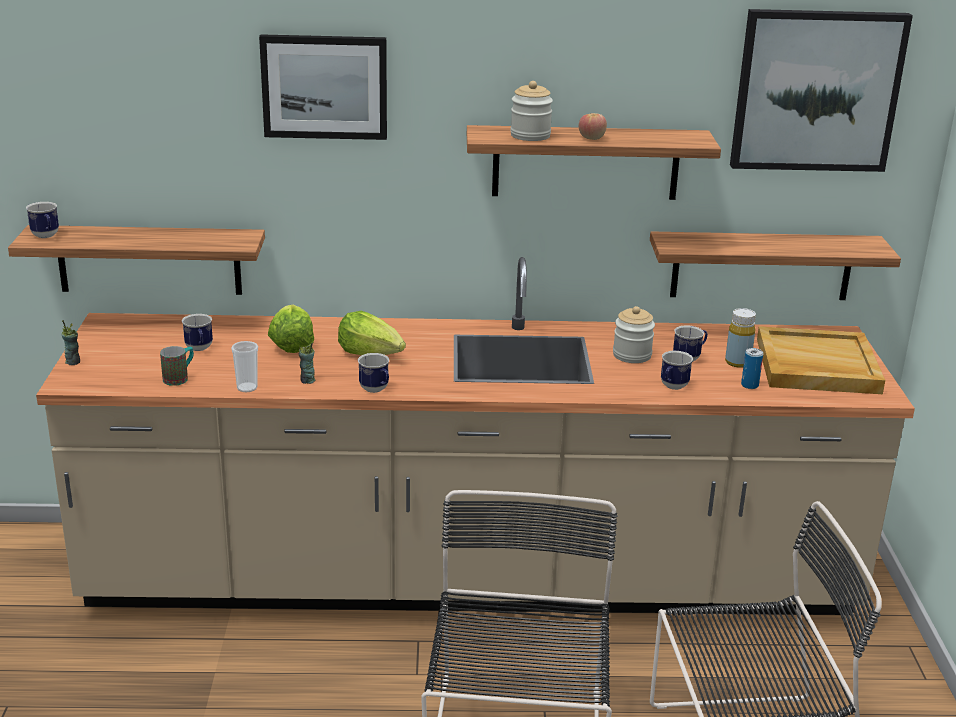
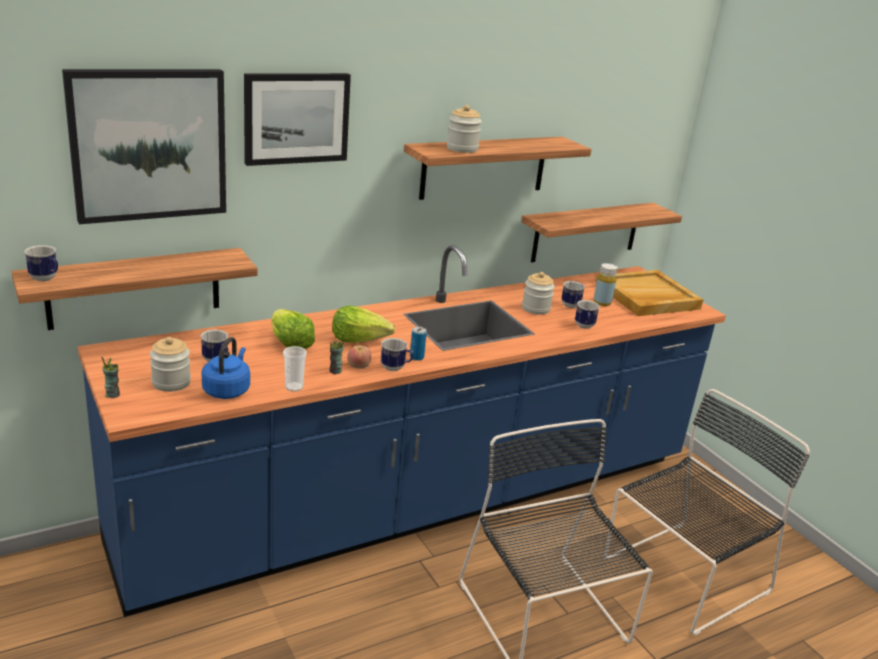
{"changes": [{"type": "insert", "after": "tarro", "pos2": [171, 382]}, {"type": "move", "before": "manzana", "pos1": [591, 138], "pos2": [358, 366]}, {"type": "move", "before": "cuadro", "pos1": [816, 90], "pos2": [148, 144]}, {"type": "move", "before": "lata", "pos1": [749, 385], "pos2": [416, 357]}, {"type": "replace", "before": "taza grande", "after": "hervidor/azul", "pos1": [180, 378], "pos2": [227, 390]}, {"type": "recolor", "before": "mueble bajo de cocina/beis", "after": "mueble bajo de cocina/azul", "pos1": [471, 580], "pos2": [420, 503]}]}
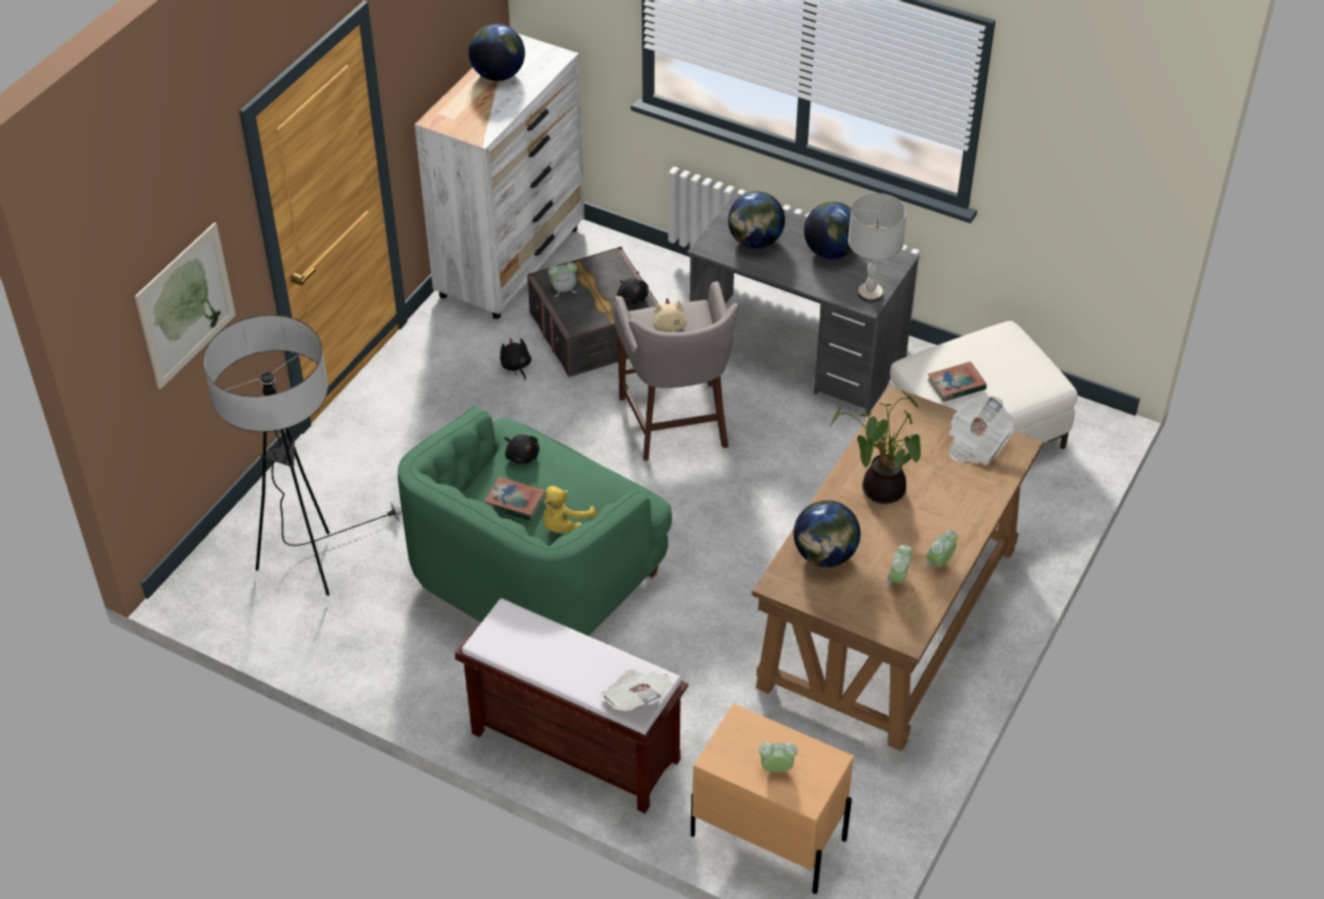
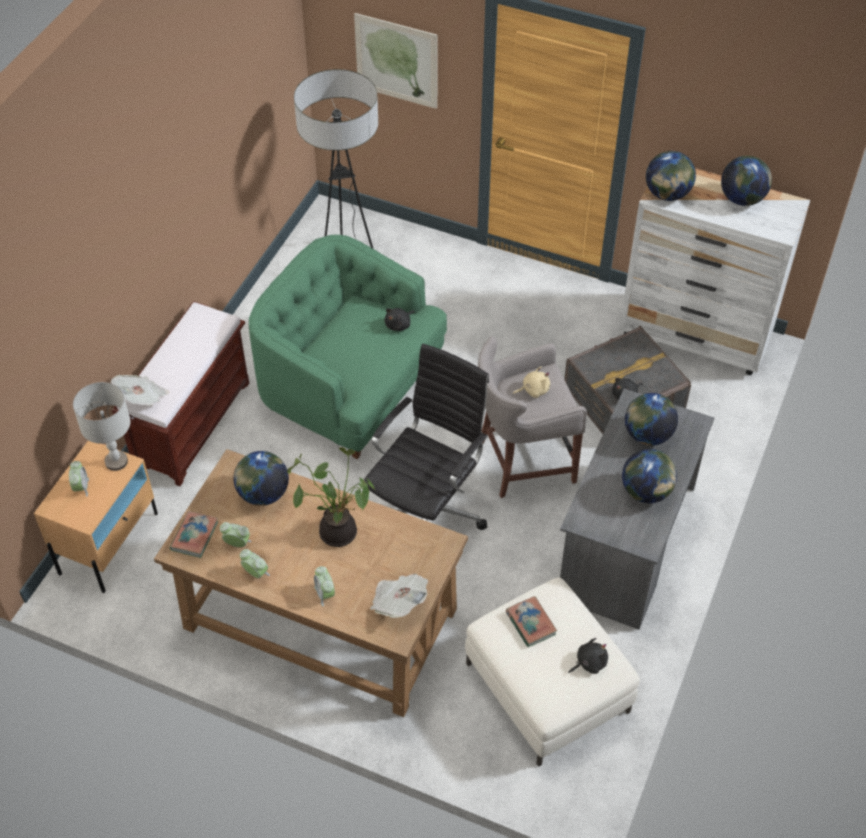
{"changes": [{"type": "delete", "before": "peluche/amarillo", "pos1": [564, 525]}, {"type": "insert", "after": "silla de oficina/negro", "pos2": [427, 512]}, {"type": "insert", "after": "globo terráqueo", "pos2": [667, 194]}, {"type": "move", "before": "libro", "pos1": [515, 502], "pos2": [194, 536]}, {"type": "move", "before": "peluche/negro", "pos1": [516, 366], "pos2": [589, 663]}, {"type": "move", "before": "despertador", "pos1": [563, 290], "pos2": [325, 594]}, {"type": "move", "before": "lámpara de mesa/gris", "pos1": [870, 294], "pos2": [116, 462]}]}
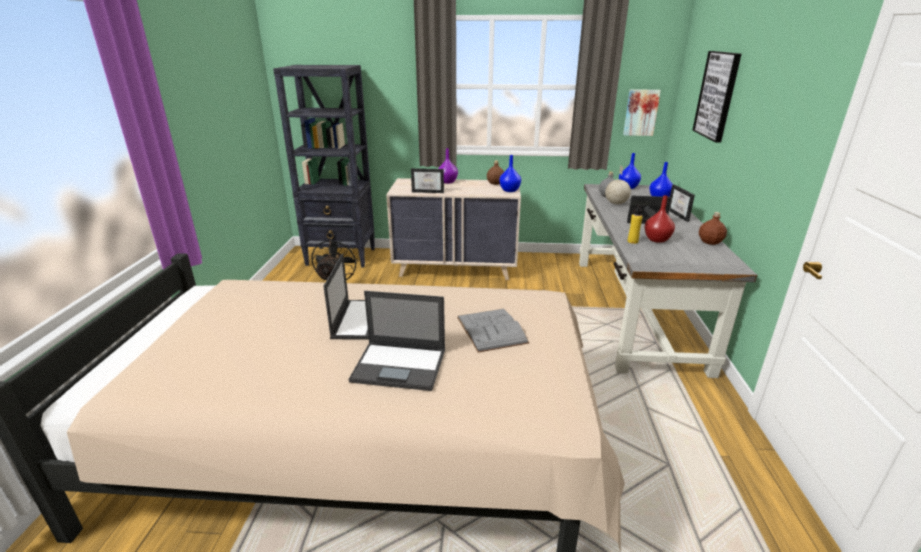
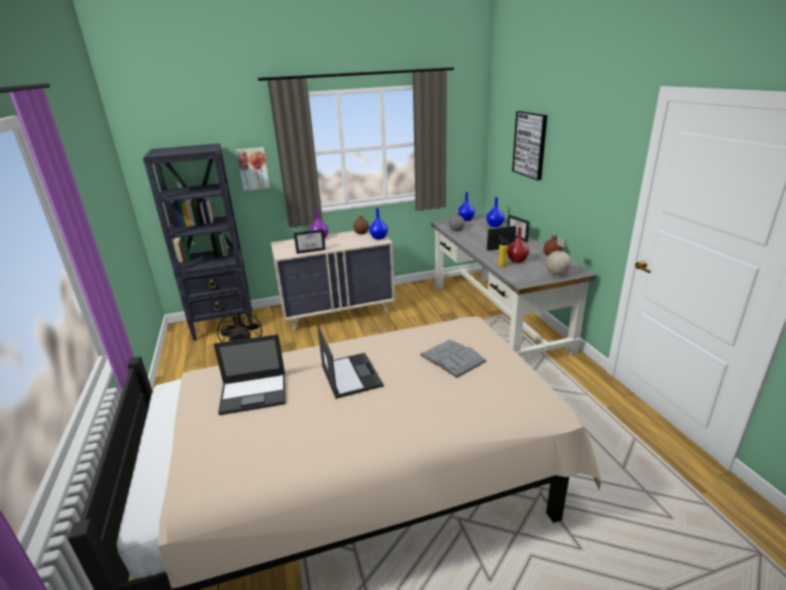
{"changes": [{"type": "move", "before": "portátil", "pos1": [400, 366], "pos2": [255, 393]}, {"type": "move", "before": "globo terráqueo", "pos1": [616, 203], "pos2": [557, 274]}, {"type": "move", "before": "cuadro", "pos1": [640, 112], "pos2": [253, 168]}]}
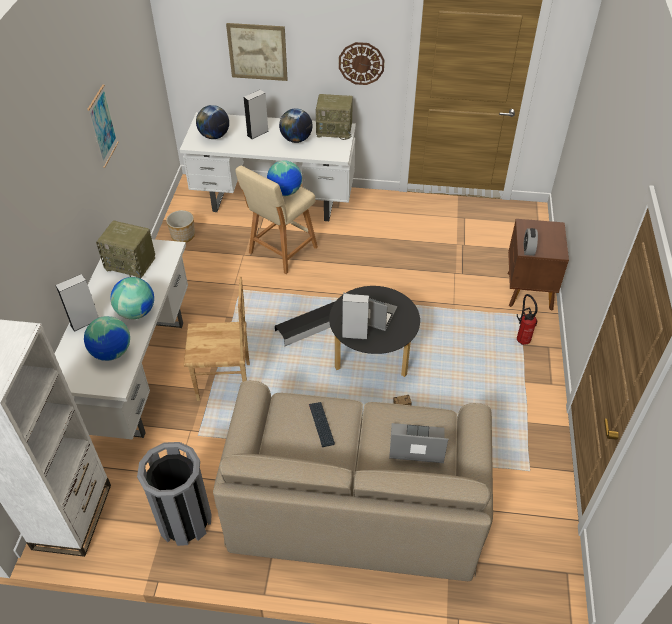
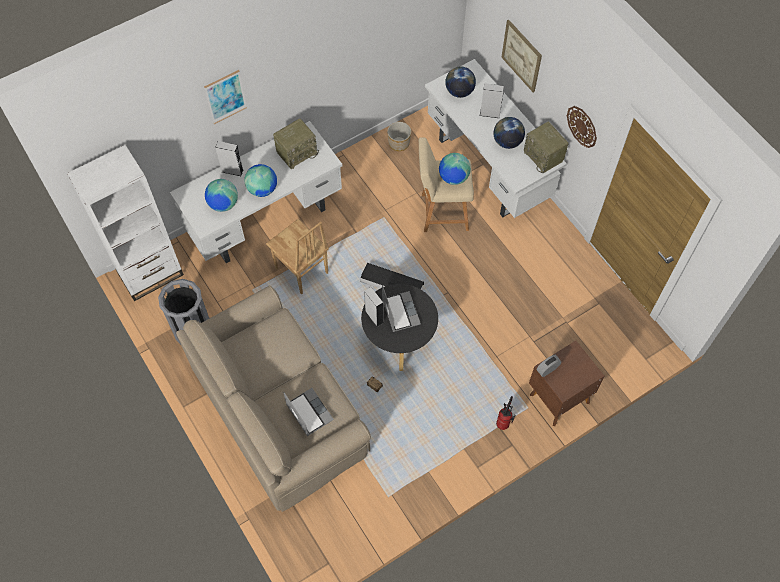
{"changes": [{"type": "delete", "before": "teclado", "pos1": [321, 424]}, {"type": "move", "before": "cuadro", "pos1": [102, 126], "pos2": [225, 97]}, {"type": "rotate", "before": "radio", "pos1": [131, 263], "pos2": [297, 152], "turn": -105}]}
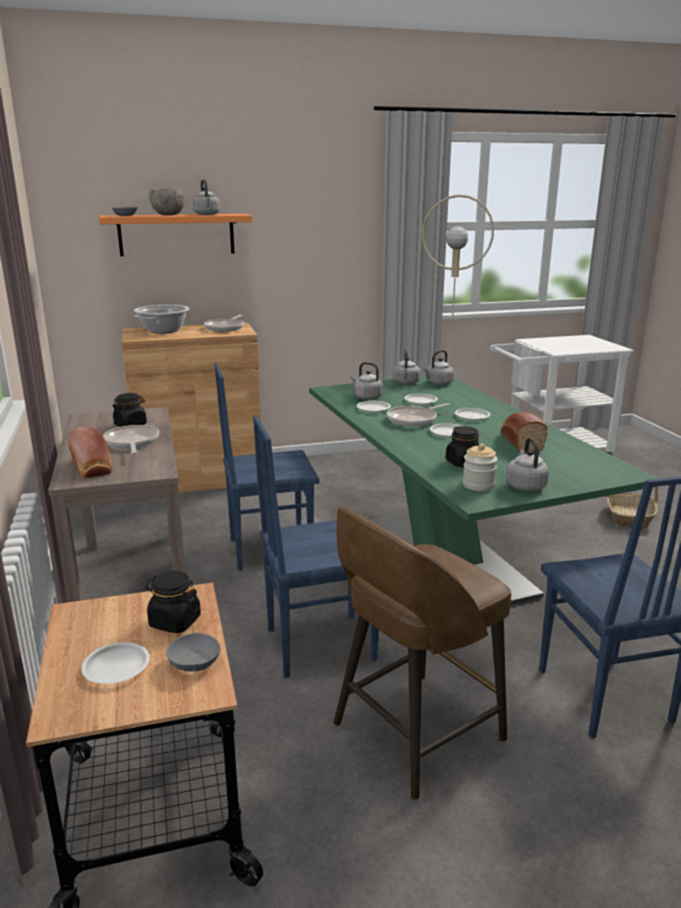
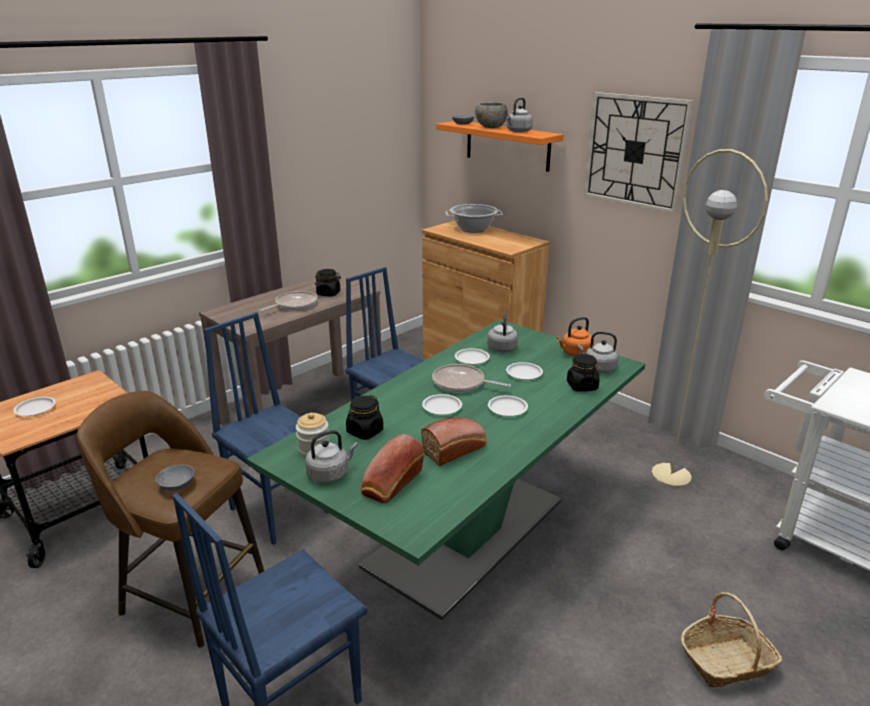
{"changes": [{"type": "delete", "before": "sartén", "pos1": [225, 328]}, {"type": "insert", "after": "reloj de pared", "pos2": [635, 151]}, {"type": "move", "before": "pan", "pos1": [92, 467], "pos2": [391, 483]}, {"type": "move", "before": "tarro/negro", "pos1": [174, 622], "pos2": [582, 386]}, {"type": "move", "before": "cuenco/gris", "pos1": [196, 662], "pos2": [177, 485]}, {"type": "recolor", "before": "hervidor/gris", "after": "hervidor/naranja", "pos1": [406, 383], "pos2": [575, 353]}]}
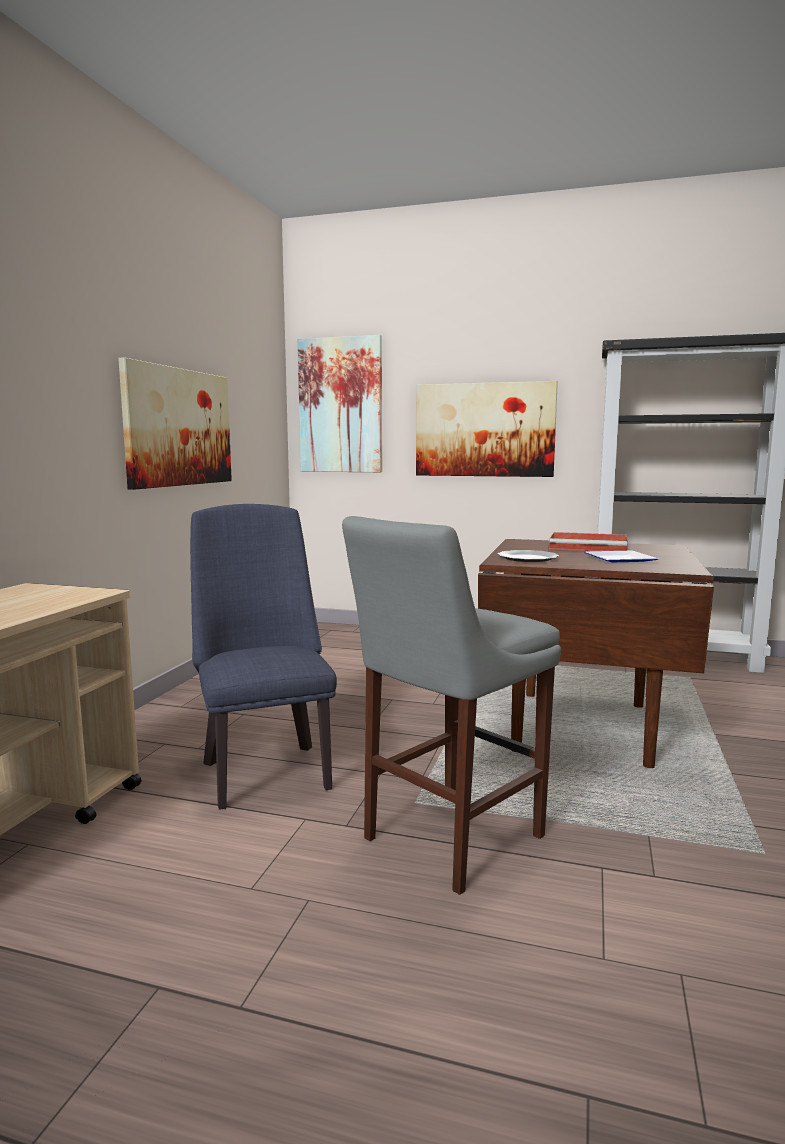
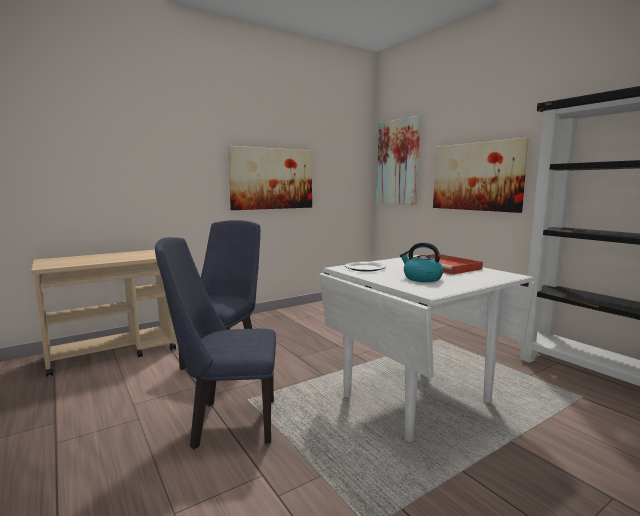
{"changes": [{"type": "replace", "before": "taburete/gris", "after": "silla/azul", "pos1": [447, 840], "pos2": [226, 422]}, {"type": "replace", "before": "plato", "after": "hervidor", "pos1": [622, 559], "pos2": [421, 278]}, {"type": "recolor", "before": "mesa de comedor/marrón", "after": "mesa de comedor/blanco", "pos1": [583, 727], "pos2": [417, 399]}]}
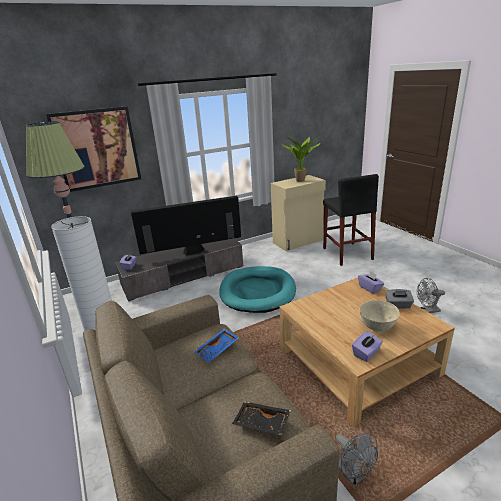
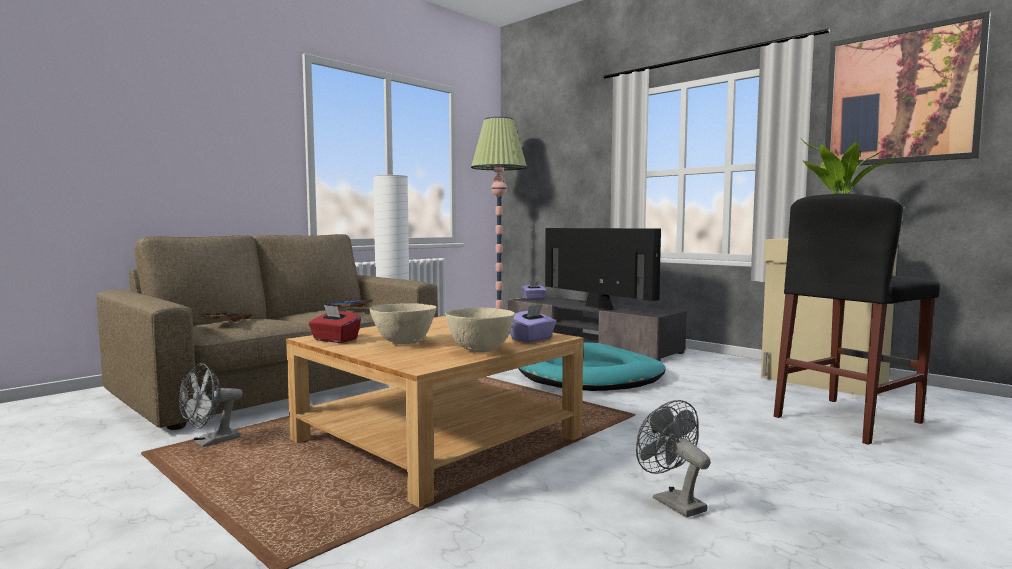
{"changes": [{"type": "move", "before": "cuadro", "pos1": [97, 149], "pos2": [900, 96]}, {"type": "replace", "before": "caja de pañuelos/gris", "after": "cuenco/beis", "pos1": [398, 305], "pos2": [480, 350]}, {"type": "recolor", "before": "caja de pañuelos/morado", "after": "caja de pañuelos/rojo", "pos1": [366, 353], "pos2": [335, 340]}]}
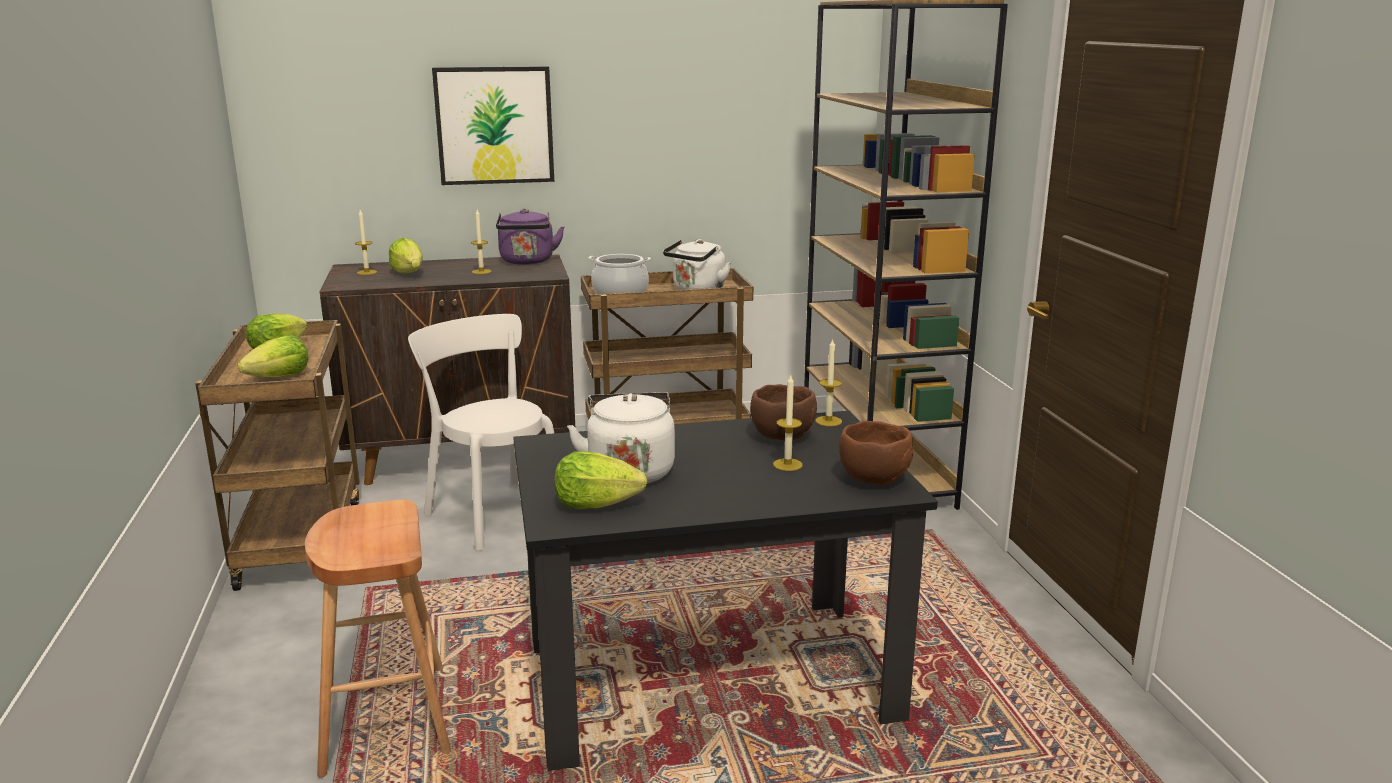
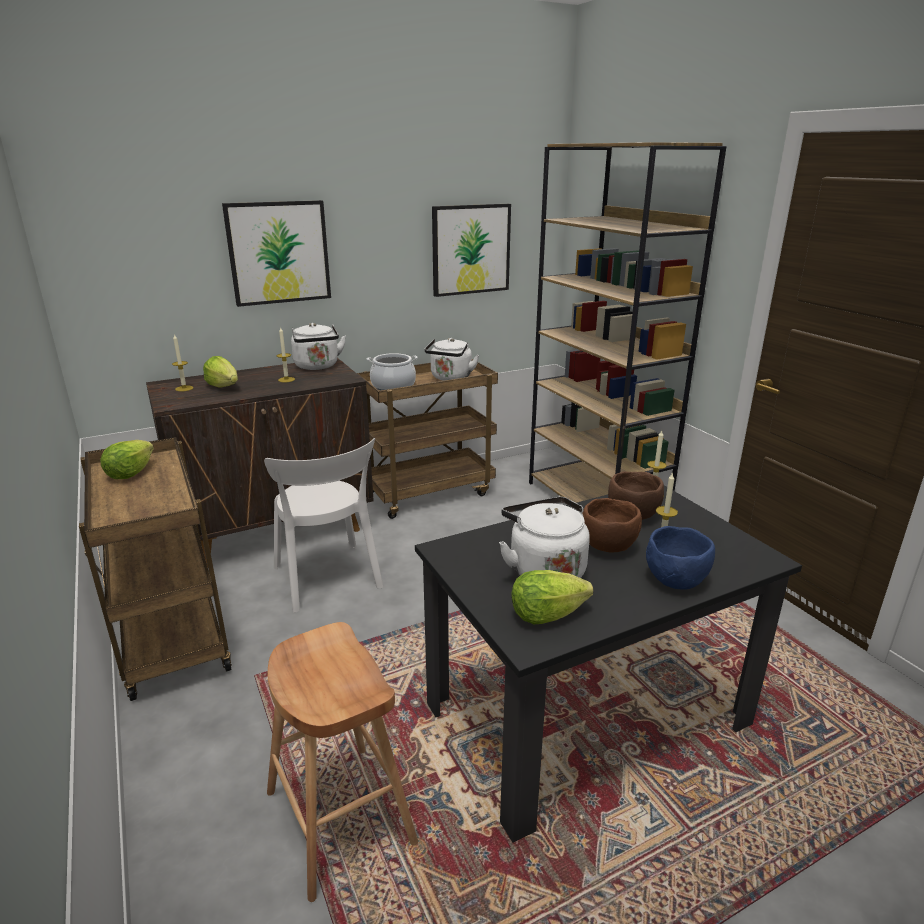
{"changes": [{"type": "delete", "before": "lechuga", "pos1": [280, 378]}, {"type": "insert", "after": "cuadro", "pos2": [470, 249]}, {"type": "insert", "after": "cuenco/azul", "pos2": [675, 579]}, {"type": "move", "before": "cuenco/marrón", "pos1": [874, 480], "pos2": [608, 547]}, {"type": "recolor", "before": "hervidor/morado", "after": "hervidor/blanco", "pos1": [527, 262], "pos2": [317, 366]}, {"type": "rotate", "before": "silla/blanco", "pos1": [494, 512], "pos2": [328, 580], "turn": -150}]}
